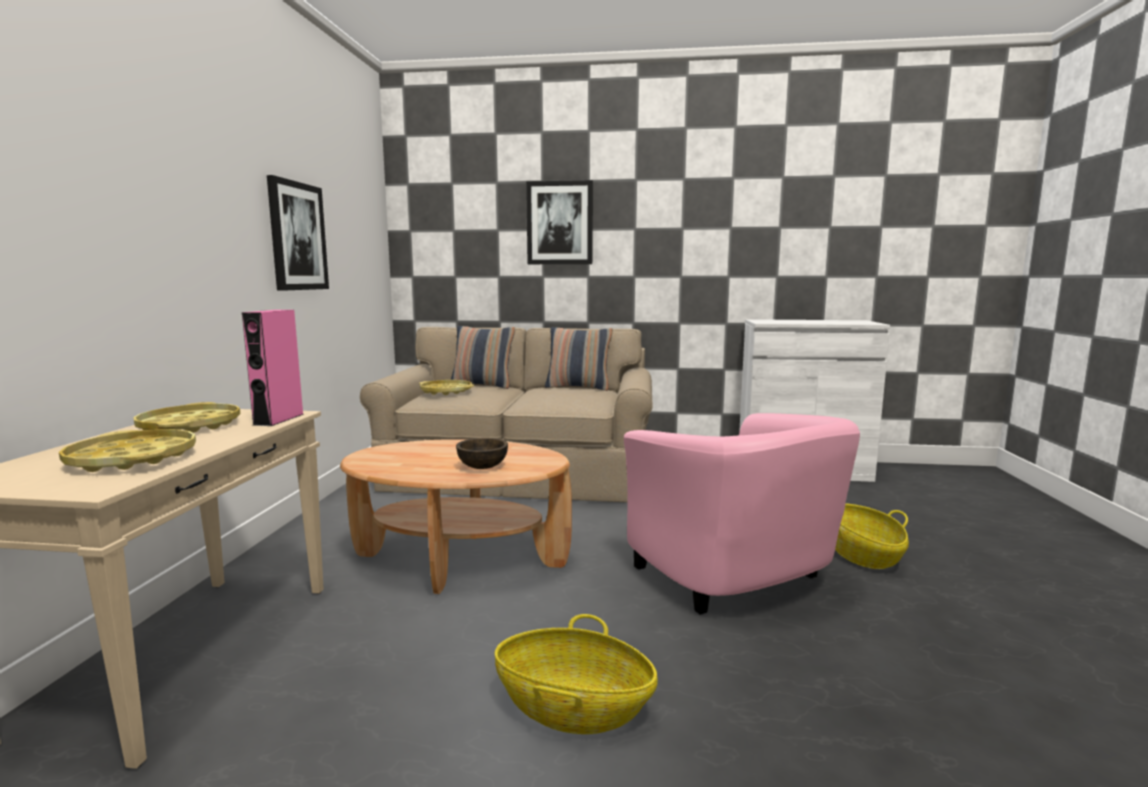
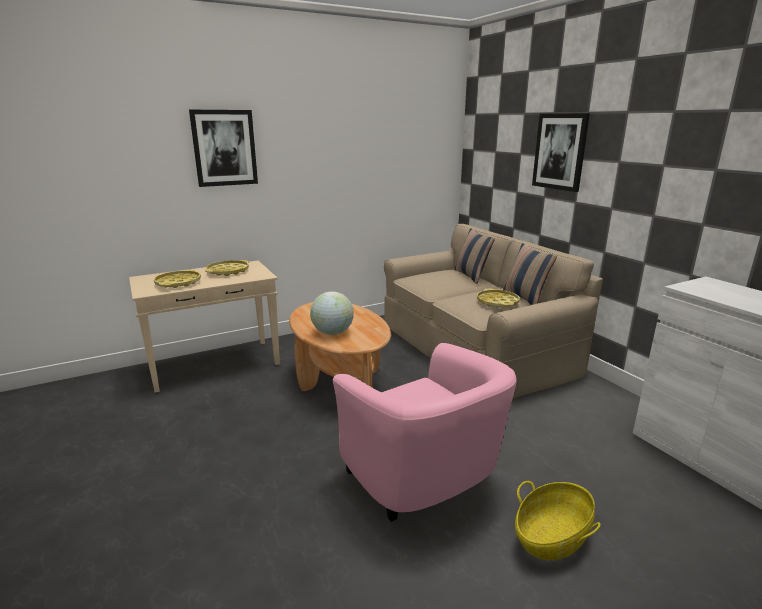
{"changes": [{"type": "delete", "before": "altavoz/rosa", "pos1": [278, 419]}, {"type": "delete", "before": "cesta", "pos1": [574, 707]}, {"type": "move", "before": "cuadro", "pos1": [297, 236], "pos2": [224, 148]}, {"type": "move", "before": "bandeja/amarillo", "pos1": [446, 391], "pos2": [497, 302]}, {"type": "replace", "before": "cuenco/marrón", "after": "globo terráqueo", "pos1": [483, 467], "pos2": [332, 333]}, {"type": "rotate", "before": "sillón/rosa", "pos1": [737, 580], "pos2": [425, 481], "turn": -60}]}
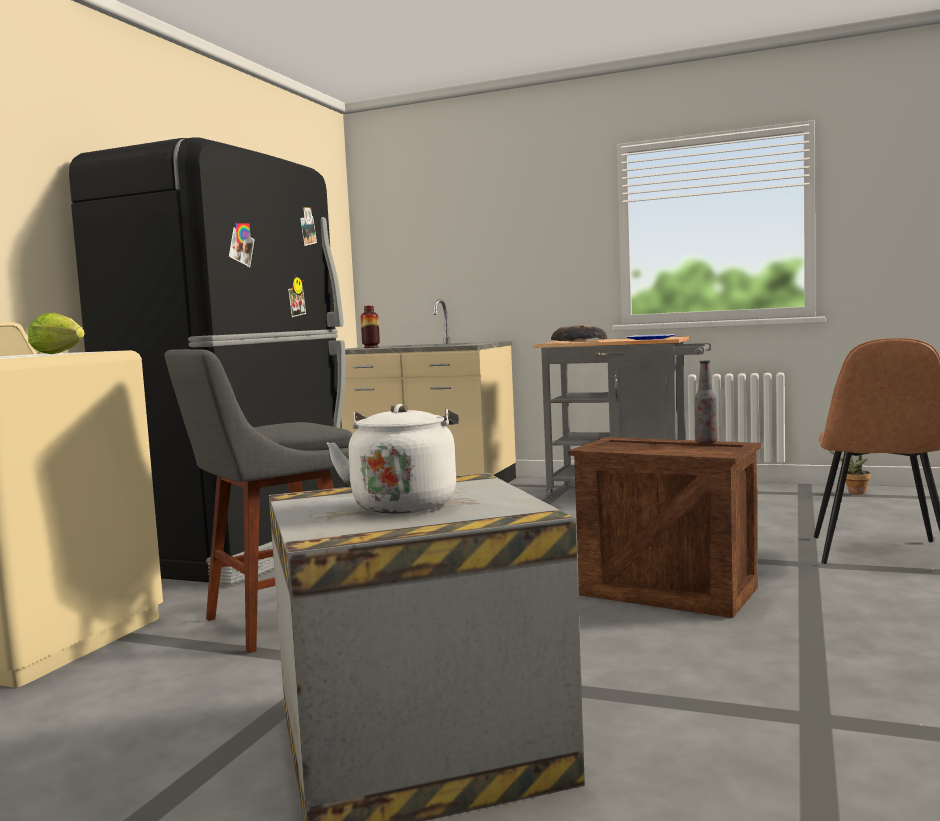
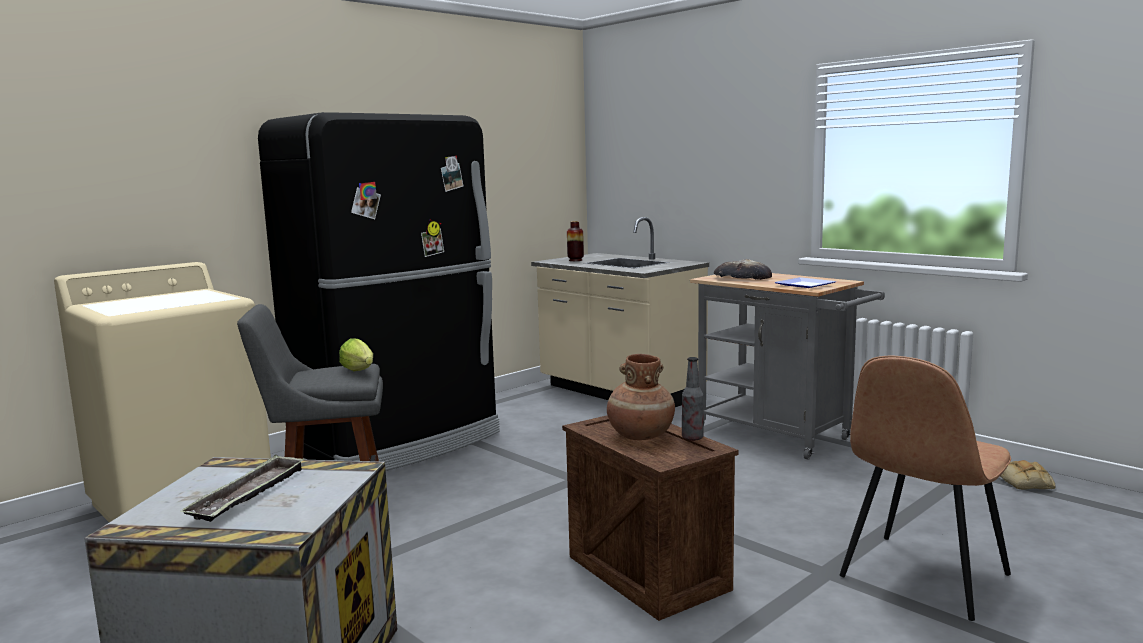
{"changes": [{"type": "insert", "after": "florero/marrón", "pos2": [640, 435]}, {"type": "move", "before": "lechuga", "pos1": [61, 353], "pos2": [360, 371]}, {"type": "replace", "before": "hervidor/blanco", "after": "bandeja", "pos1": [405, 504], "pos2": [249, 495]}, {"type": "replace", "before": "planta en maceta", "after": "pan", "pos1": [854, 492], "pos2": [1026, 482]}]}
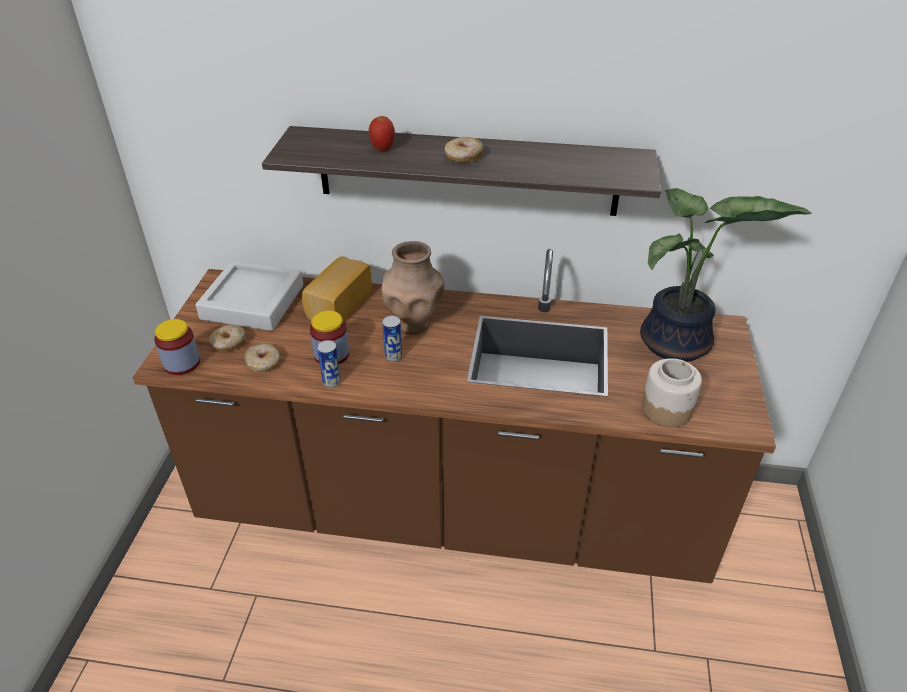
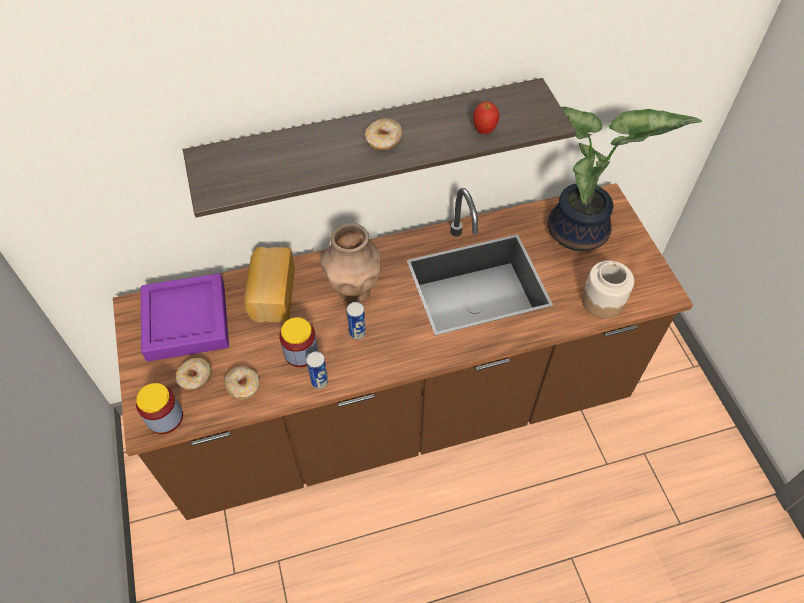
{"changes": [{"type": "move", "before": "manzana", "pos1": [382, 149], "pos2": [484, 131]}, {"type": "recolor", "before": "bandeja/gris", "after": "bandeja/morado", "pos1": [253, 302], "pos2": [186, 321]}]}
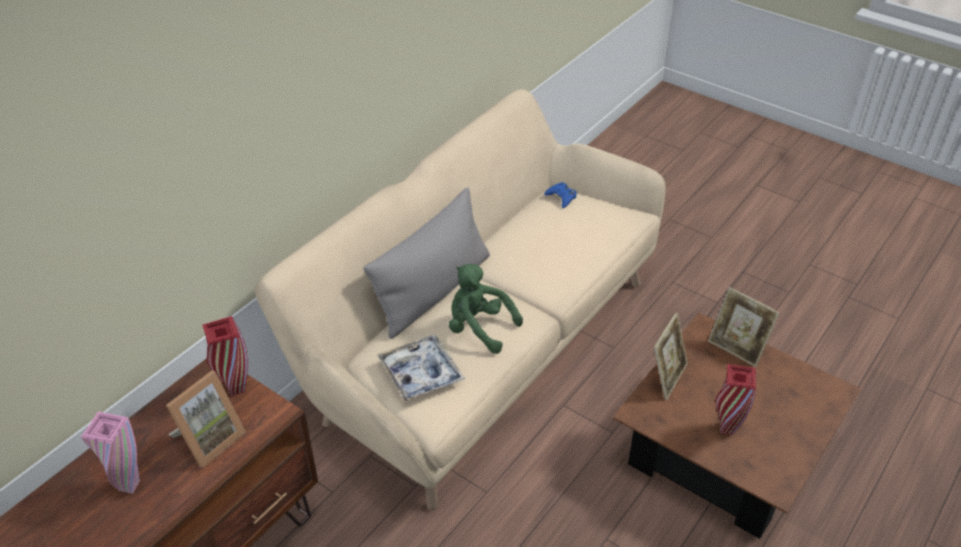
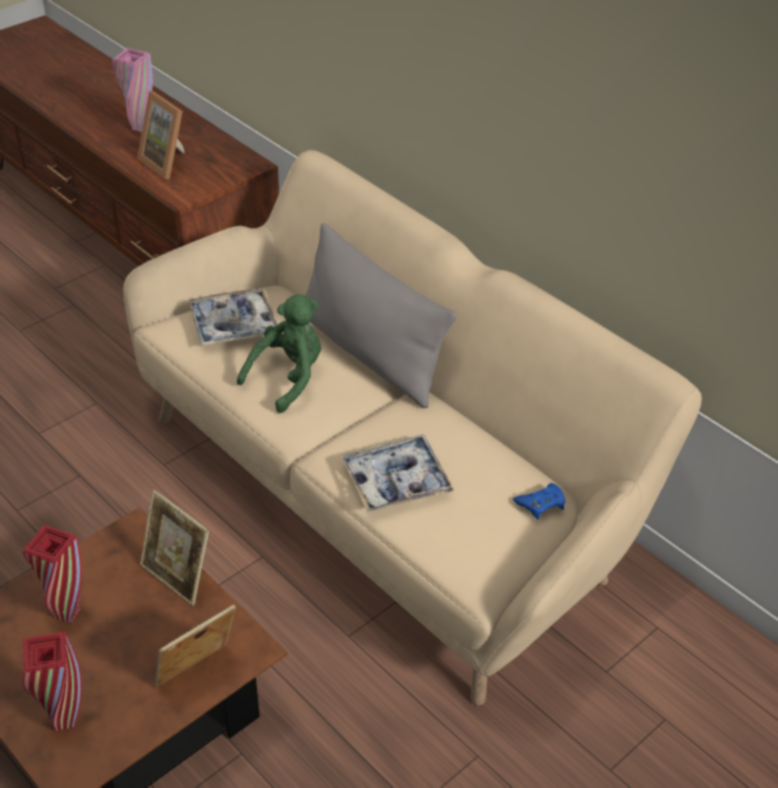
{"changes": [{"type": "insert", "after": "bandeja", "pos2": [396, 481]}, {"type": "move", "before": "florero/rojo", "pos1": [235, 389], "pos2": [64, 721]}]}
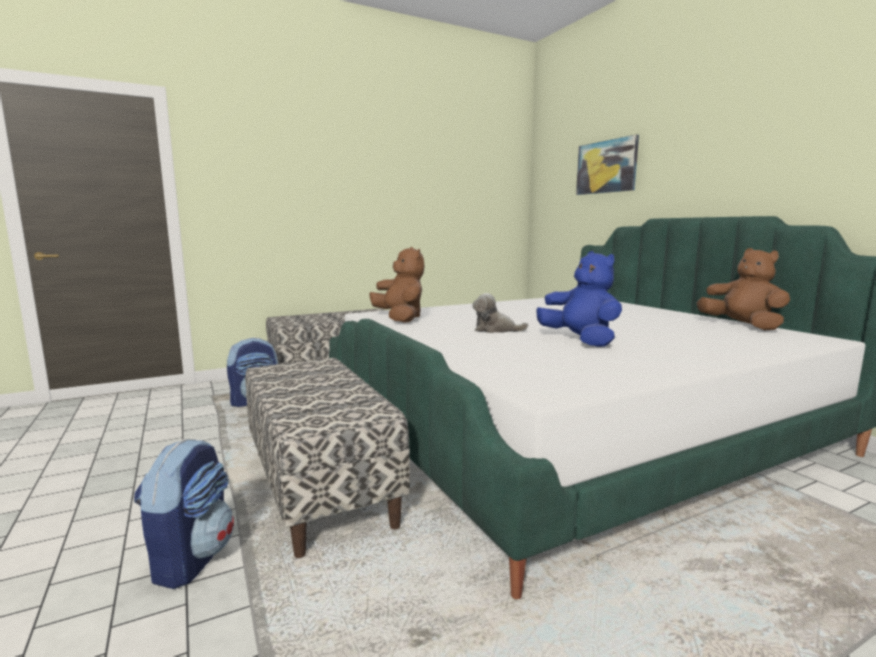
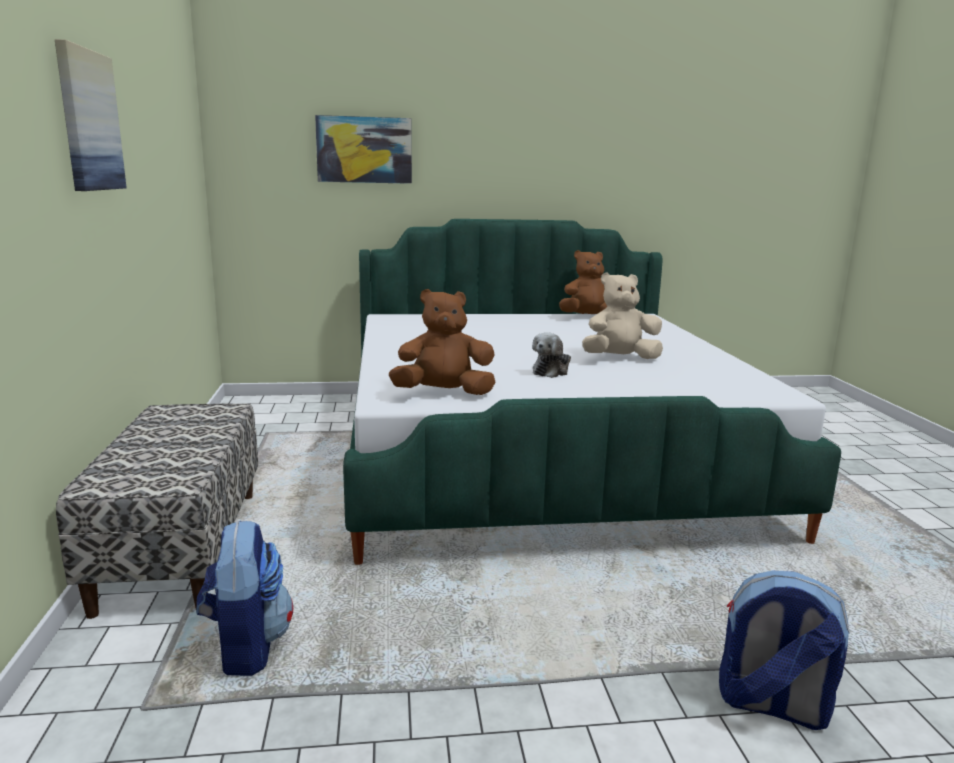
{"changes": [{"type": "delete", "before": "banco", "pos1": [320, 486]}, {"type": "insert", "after": "cuadro", "pos2": [89, 121]}, {"type": "recolor", "before": "peluche/azul", "after": "peluche/beis", "pos1": [580, 341], "pos2": [620, 358]}]}
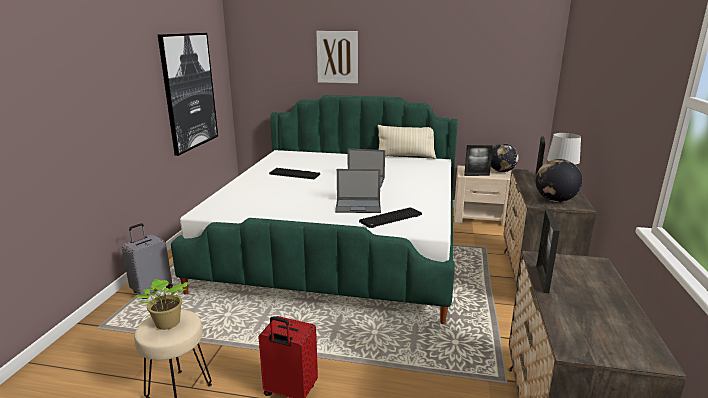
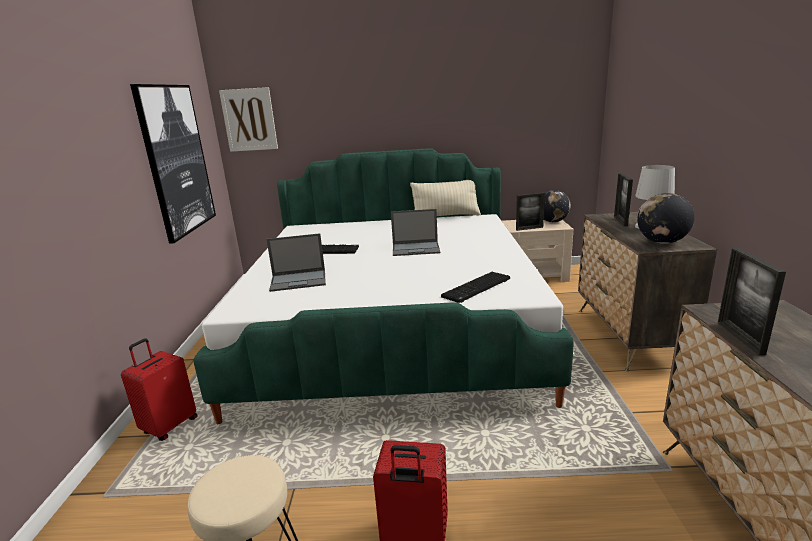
{"changes": [{"type": "delete", "before": "planta en maceta", "pos1": [167, 324]}, {"type": "move", "before": "cuadro", "pos1": [337, 57], "pos2": [249, 120]}, {"type": "move", "before": "portátil", "pos1": [358, 206], "pos2": [299, 280]}, {"type": "recolor", "before": "maleta/gris", "after": "maleta/rojo", "pos1": [152, 290], "pos2": [169, 426]}]}
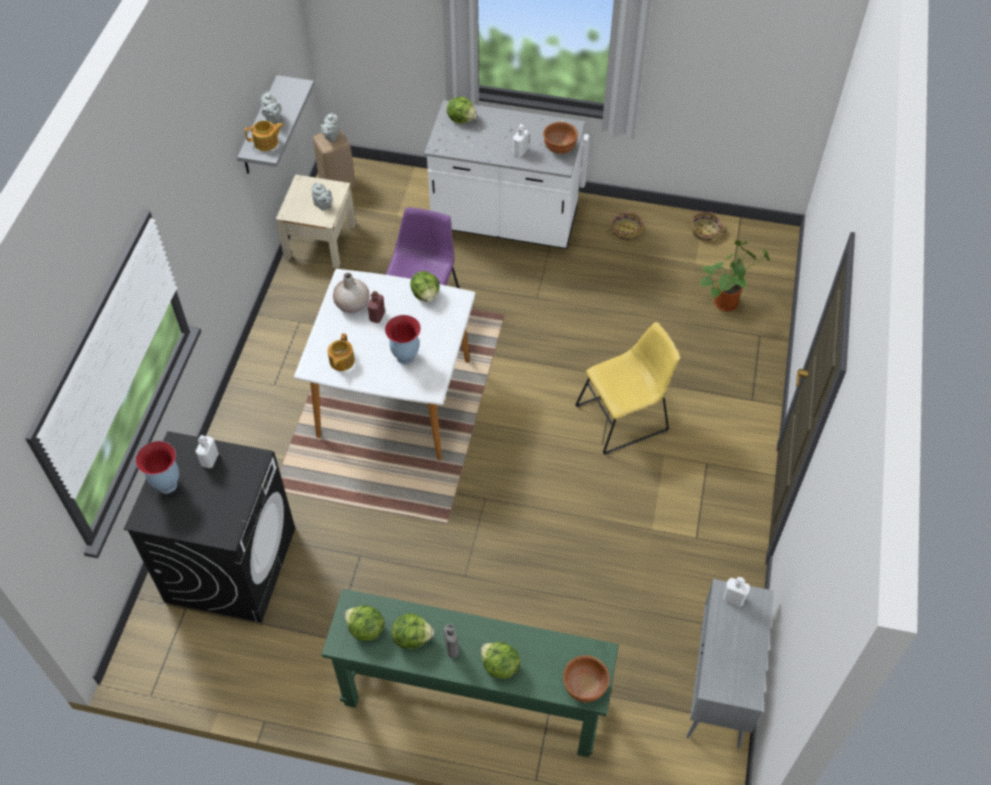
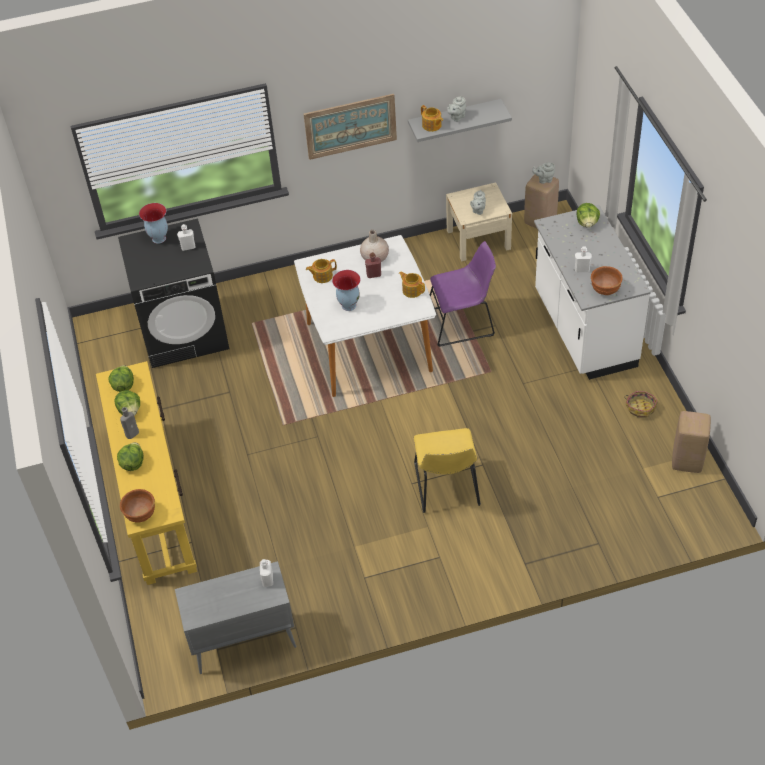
{"changes": [{"type": "delete", "before": "planta en maceta", "pos1": [726, 301]}, {"type": "insert", "after": "cuadro", "pos2": [350, 126]}, {"type": "replace", "before": "lechuga", "after": "tetera", "pos1": [426, 295], "pos2": [412, 290]}, {"type": "replace", "before": "cesta", "after": "taburete/beis", "pos1": [705, 231], "pos2": [686, 460]}, {"type": "recolor", "before": "mesa consola/verde", "after": "mesa consola/amarillo", "pos1": [472, 700], "pos2": [155, 501]}, {"type": "rotate", "before": "silla/amarillo", "pos1": [625, 417], "pos2": [447, 487], "turn": 45}]}
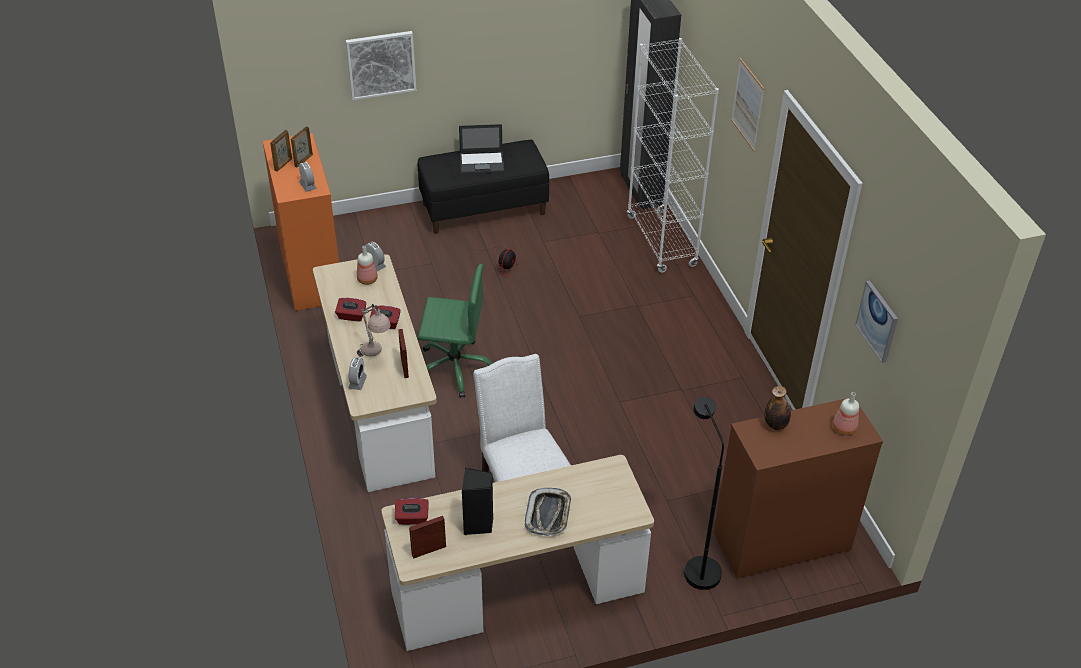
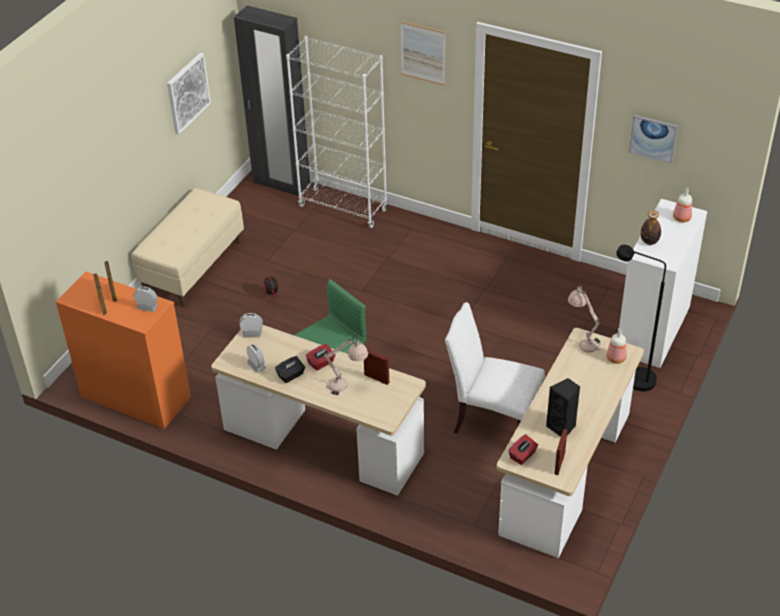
{"changes": [{"type": "delete", "before": "portátil", "pos1": [482, 163]}, {"type": "delete", "before": "bandeja", "pos1": [548, 514]}, {"type": "insert", "after": "lámpara de mesa/beis", "pos2": [582, 339]}, {"type": "move", "before": "cuadro", "pos1": [381, 64], "pos2": [187, 93]}, {"type": "move", "before": "despertador", "pos1": [357, 382], "pos2": [256, 365]}, {"type": "move", "before": "botella", "pos1": [367, 280], "pos2": [616, 358]}, {"type": "recolor", "before": "caja de pañuelos/rojo", "after": "caja de pañuelos/negro", "pos1": [351, 316], "pos2": [291, 375]}, {"type": "recolor", "before": "banco/negro", "after": "banco/beis", "pos1": [484, 209], "pos2": [193, 266]}, {"type": "recolor", "before": "cómoda/marrón", "after": "cómoda/blanco", "pos1": [781, 541], "pos2": [653, 330]}]}
